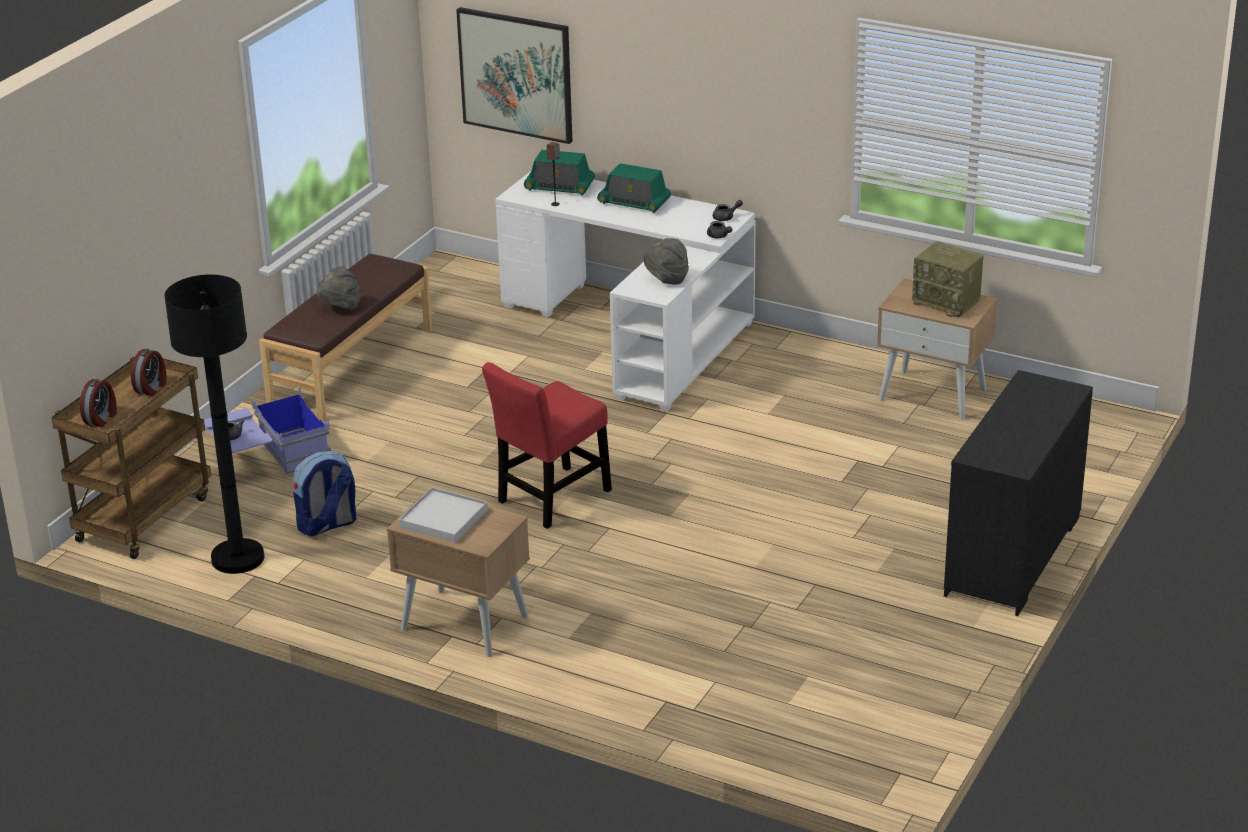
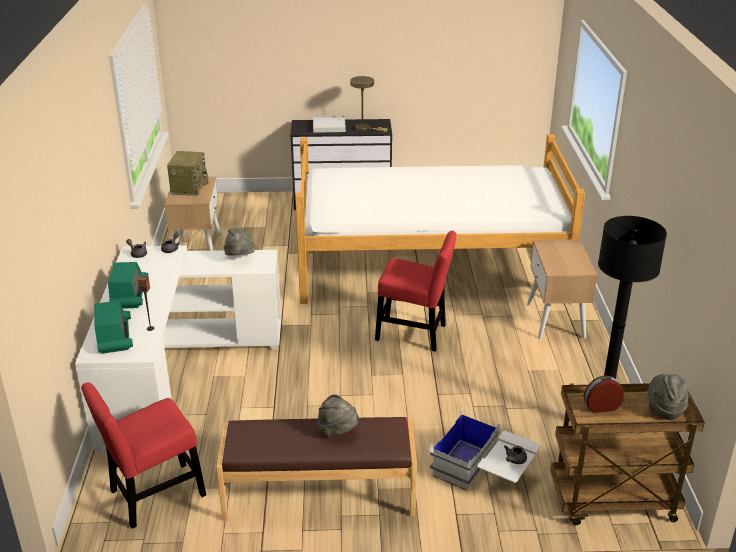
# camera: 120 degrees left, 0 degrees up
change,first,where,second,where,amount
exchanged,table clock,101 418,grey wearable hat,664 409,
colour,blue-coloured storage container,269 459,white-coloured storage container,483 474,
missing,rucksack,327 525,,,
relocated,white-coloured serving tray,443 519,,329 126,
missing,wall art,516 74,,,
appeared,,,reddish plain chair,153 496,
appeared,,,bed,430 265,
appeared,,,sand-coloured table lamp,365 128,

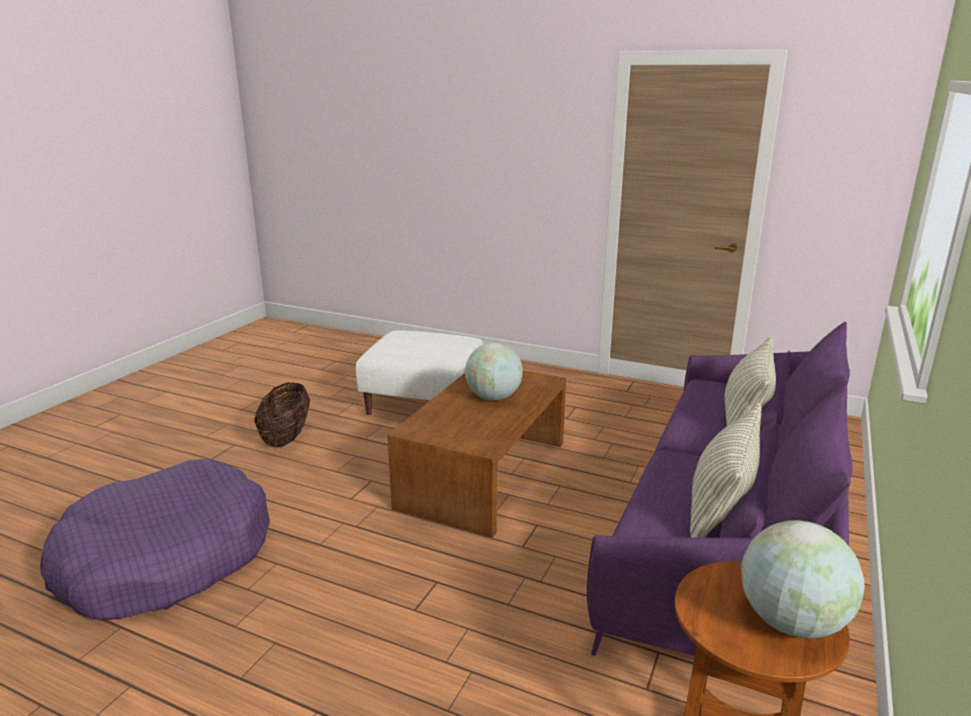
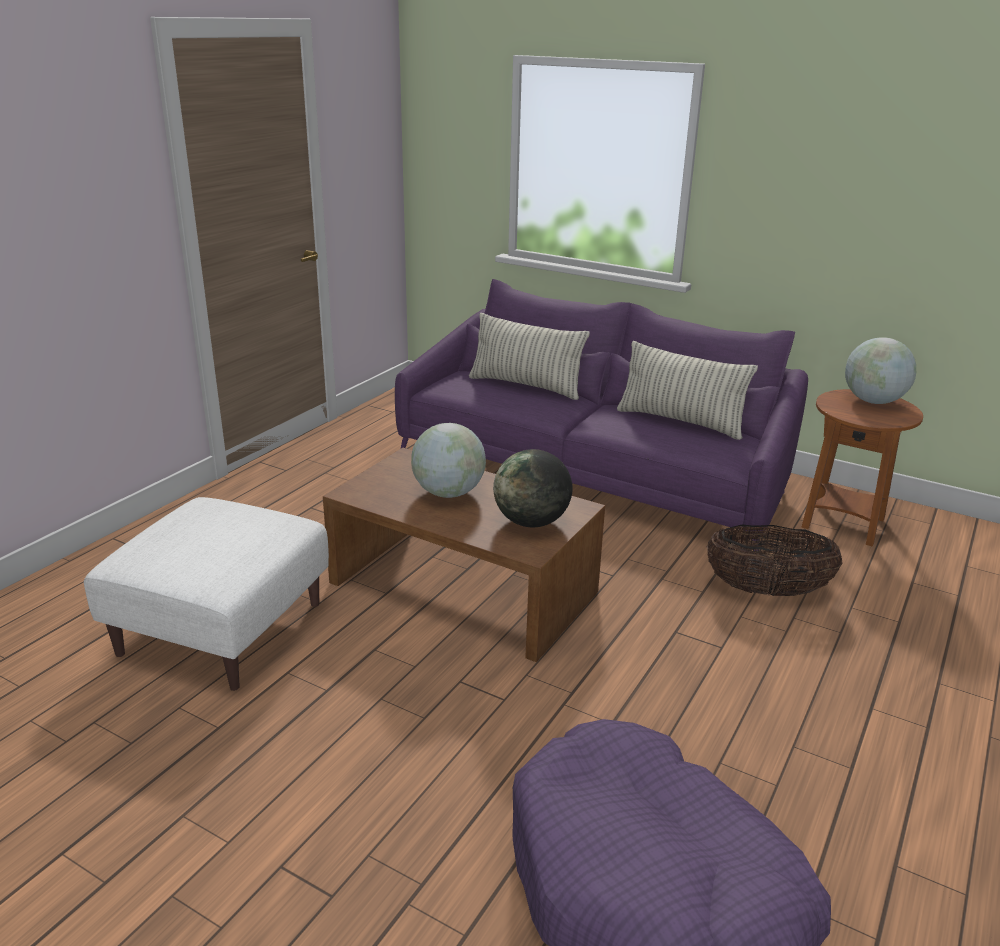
# camera: 85 degrees left, 5 degrees up
change,first,where,second,where,amount
relocated,storage basket,286 437,,766 590,
appeared,,,world globe,531 522,

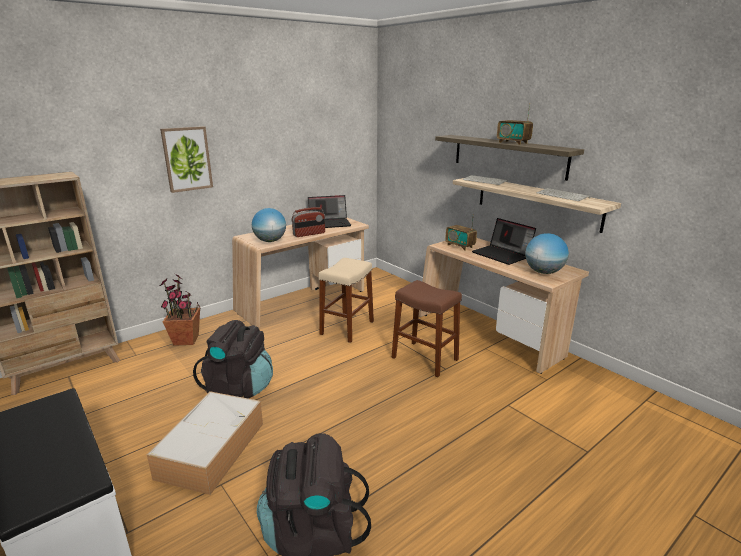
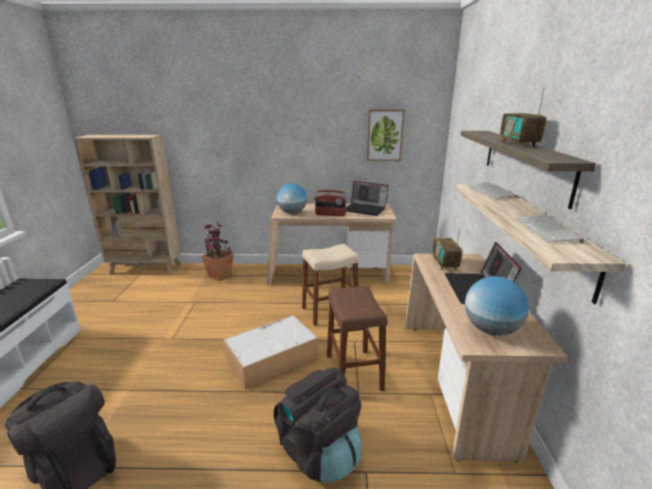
# camera: 40 degrees right, 0 degrees up
change,first,where,second,where,amount
relocated,storage container,212 448,,273 357,
relocated,wall art,187 159,,384 135,
relocated,black rucksack,239 387,,319 452,

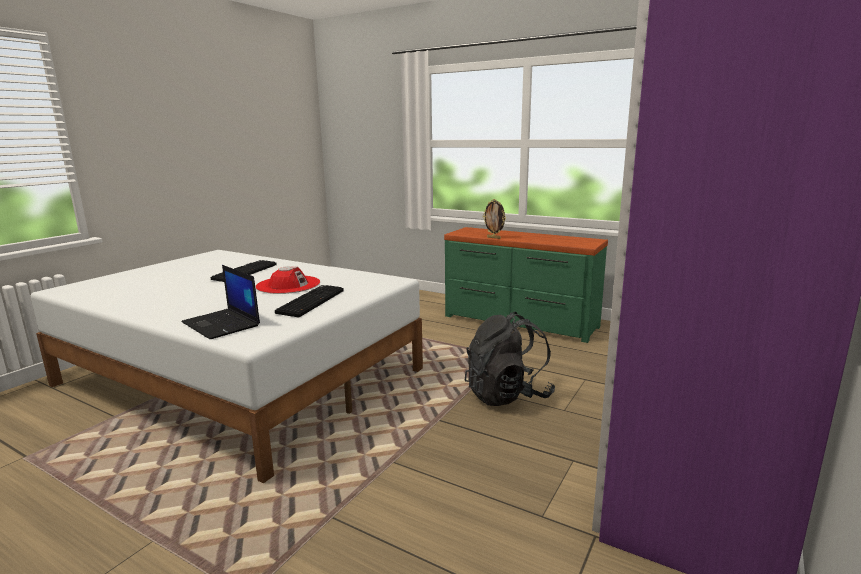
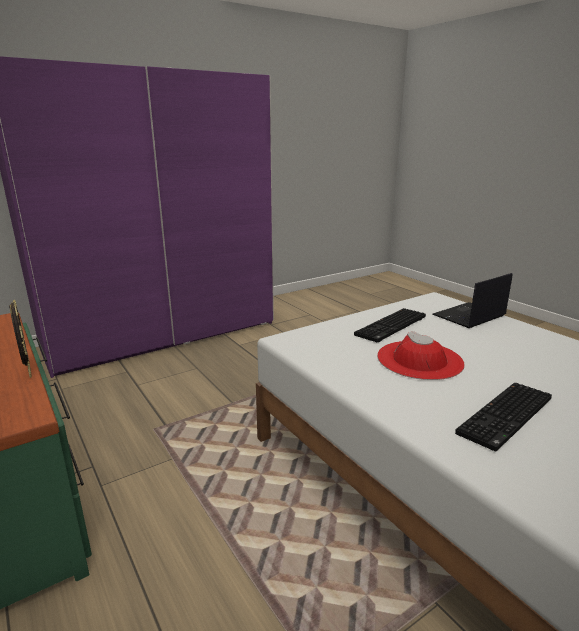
# camera: 155 degrees left, 5 degrees up
change,first,where,second,where,amount
spun,portable computer,222 324,,469 316,105 degrees counterclockwise
missing,black rucksack,507 395,,,

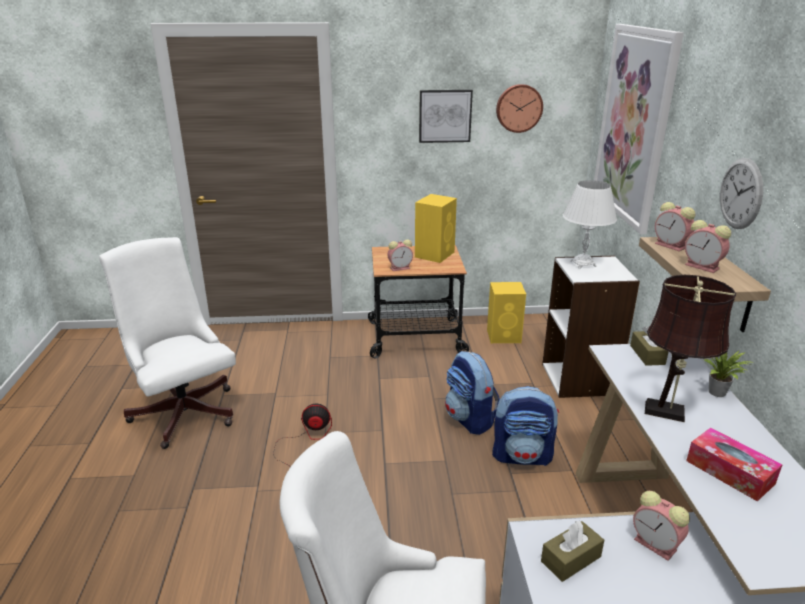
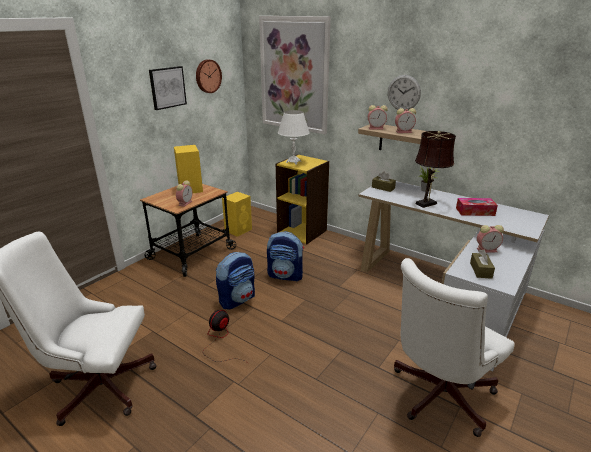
# camera: 50 degrees left, 0 degrees up
change,first,where,second,where,amount
relocated,rucksack,522 456,,237 299,
colour,white-coloured bookcase,579 379,yellow-coloured bookcase,302 232,

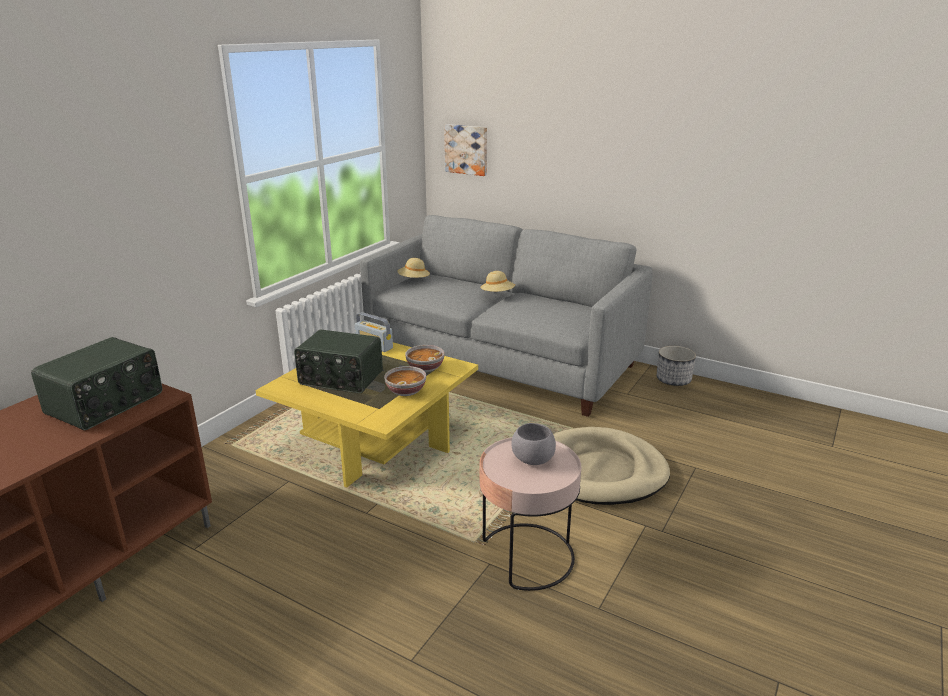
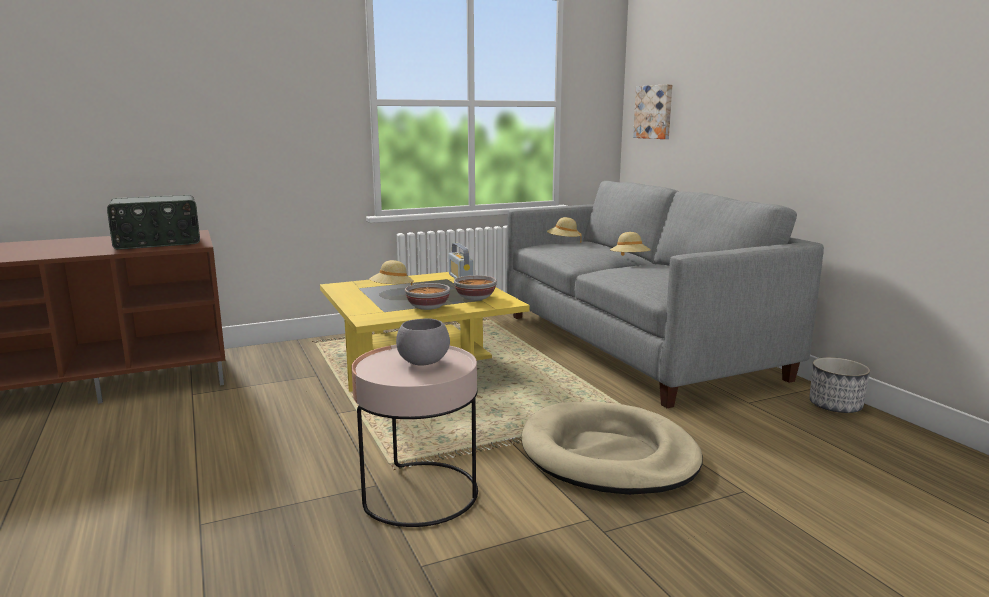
# camera: 35 degrees right, 10 degrees down
change,first,where,second,where,amount
exchanged,radio set,340 379,sand-coloured wearable hat,392 290,

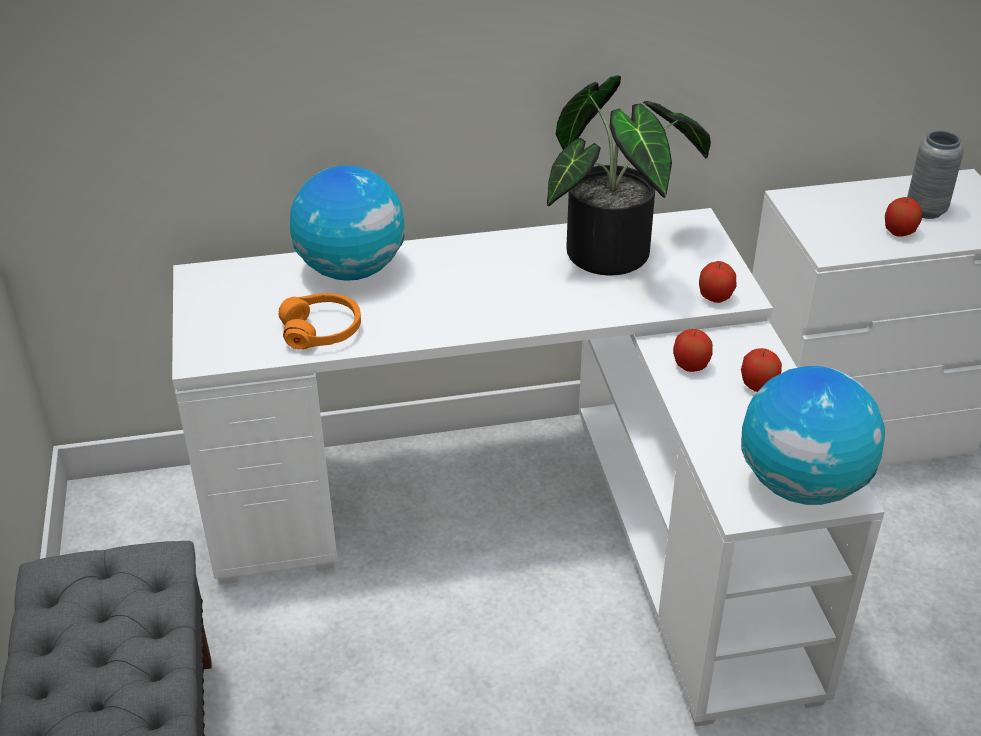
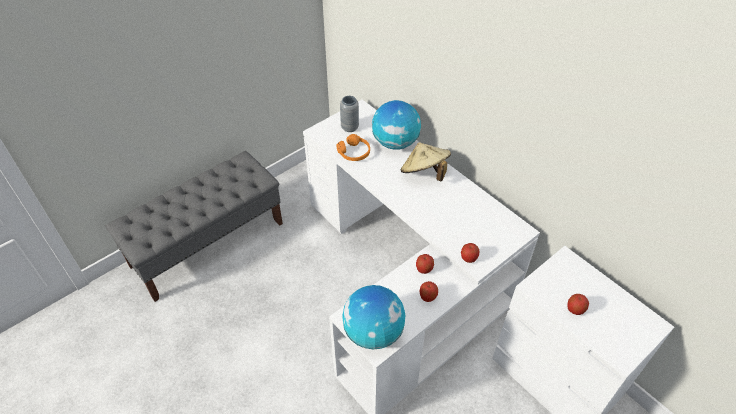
# camera: 60 degrees right, 10 degrees up
change,first,where,second,where,amount
missing,houseplant,618 254,,,
relocated,grey flower vase,926 210,,349 127,
appeared,,,sand-coloured wearable hat,424 173,

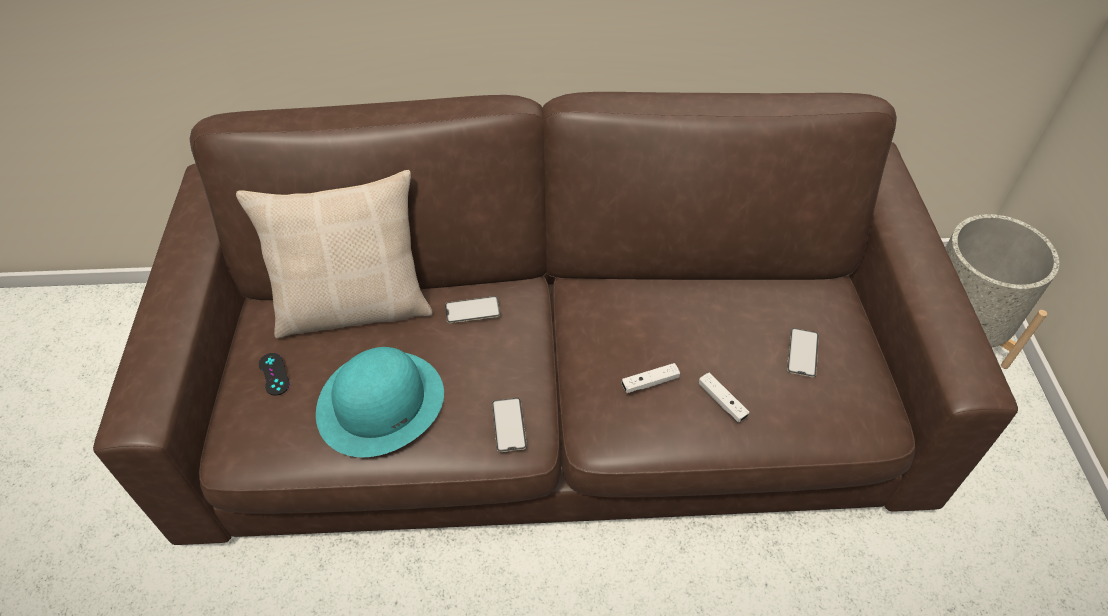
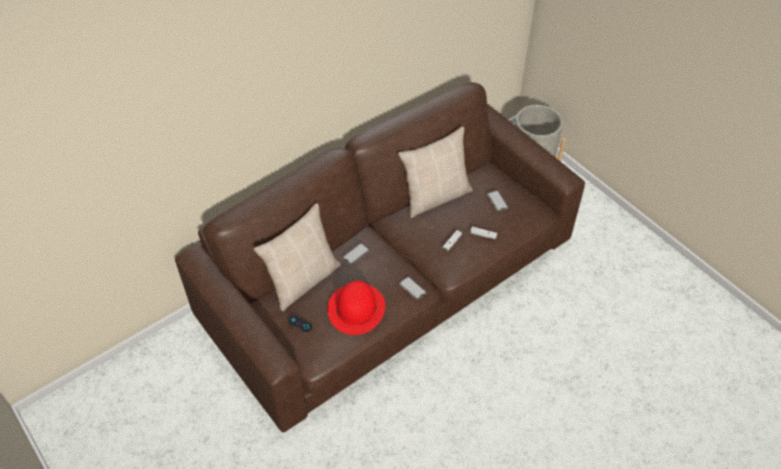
# camera: 35 degrees left, 0 degrees up
change,first,where,second,where,amount
colour,blue-green wearable hat,381 402,reddish wearable hat,356 308,
appeared,,,sand-coloured pillow,435 196,

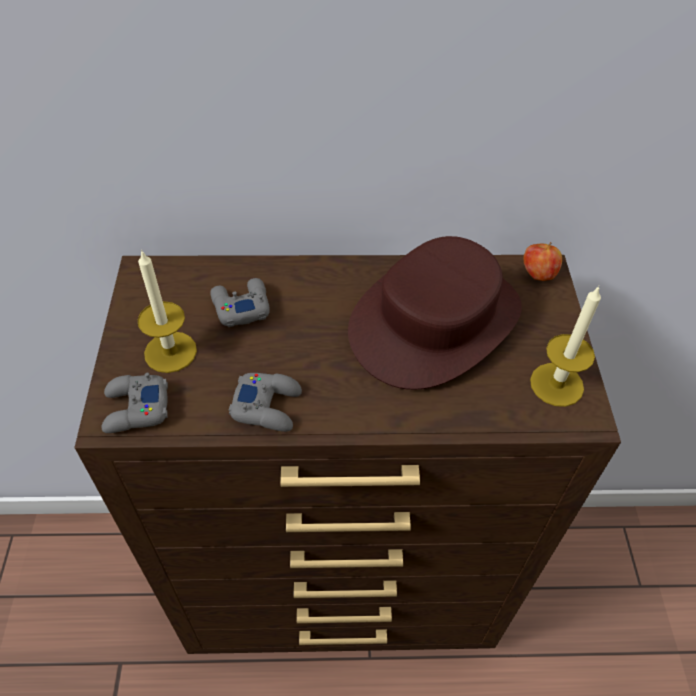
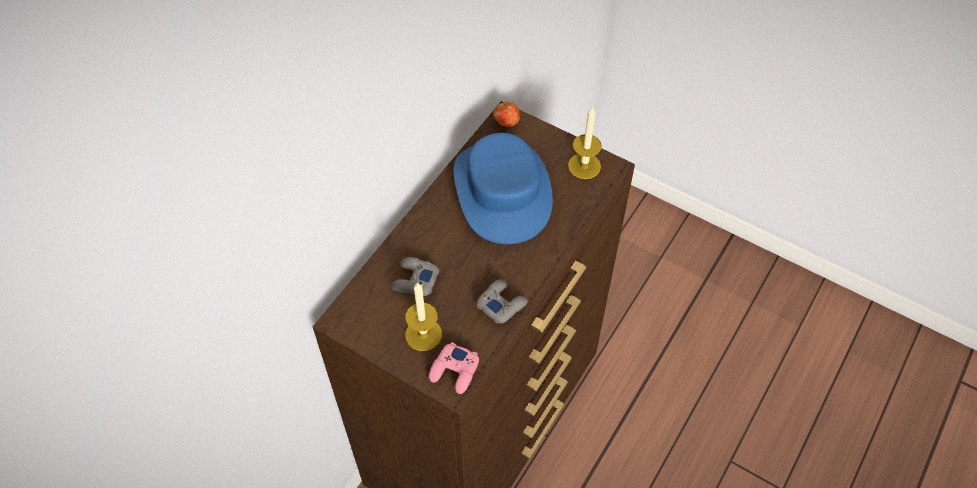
# camera: 55 degrees left, 5 degrees up
change,first,where,second,where,amount
colour,grey joypad,135 409,pinkish joypad,455 371,
colour,brownish wearable hat,435 322,blue-coloured wearable hat,502 191,

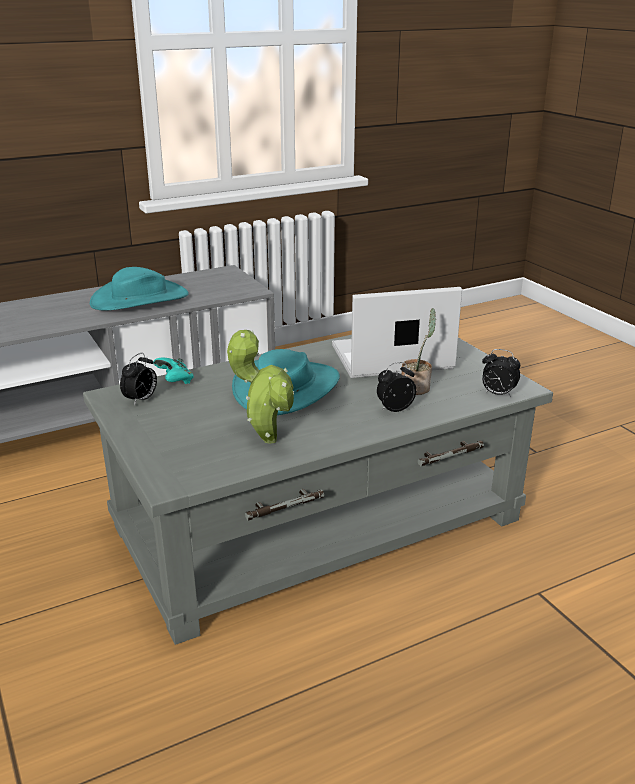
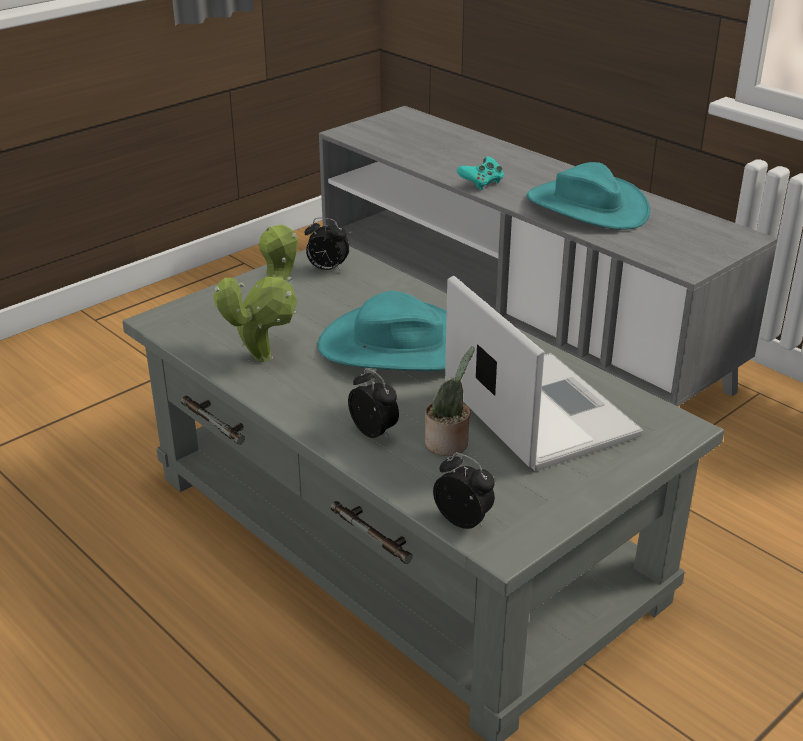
# camera: 75 degrees right, 5 degrees up
change,first,where,second,where,amount
relocated,blue-green joypad,175 381,,481 183,
spun,table clock,497 394,,464 521,120 degrees clockwise

